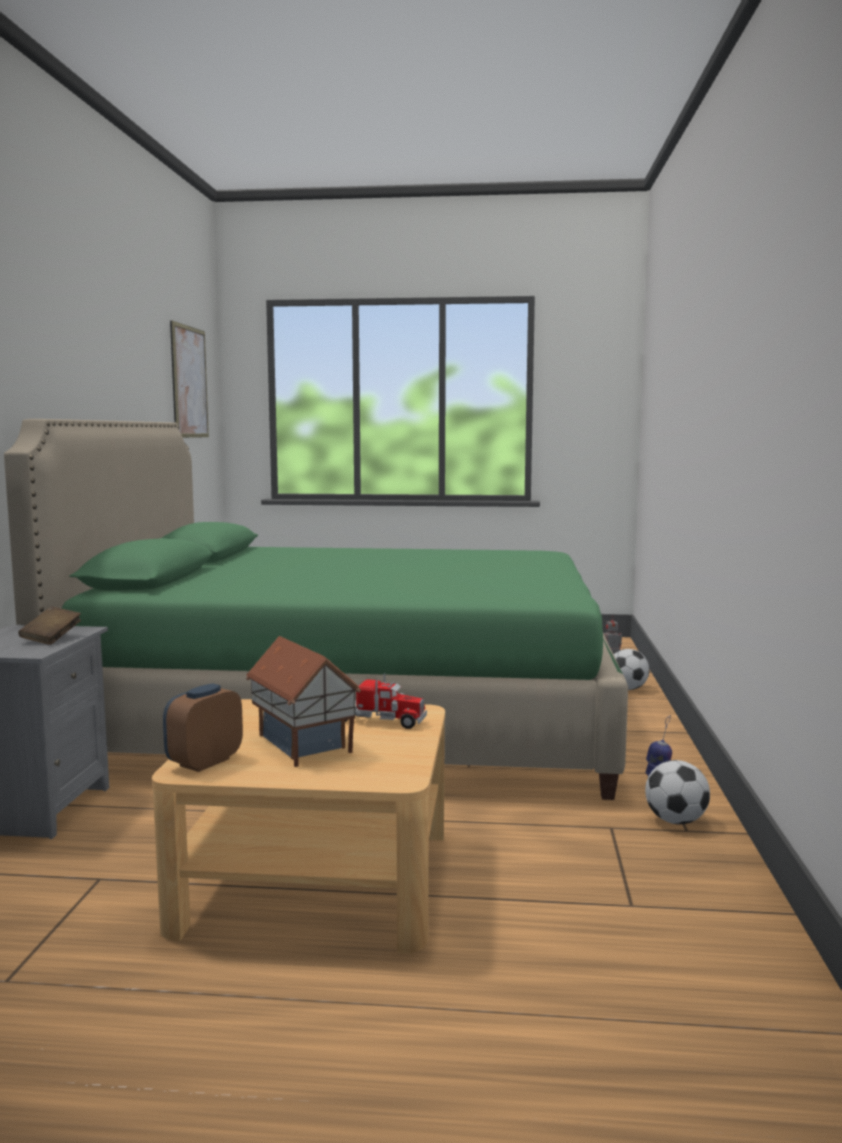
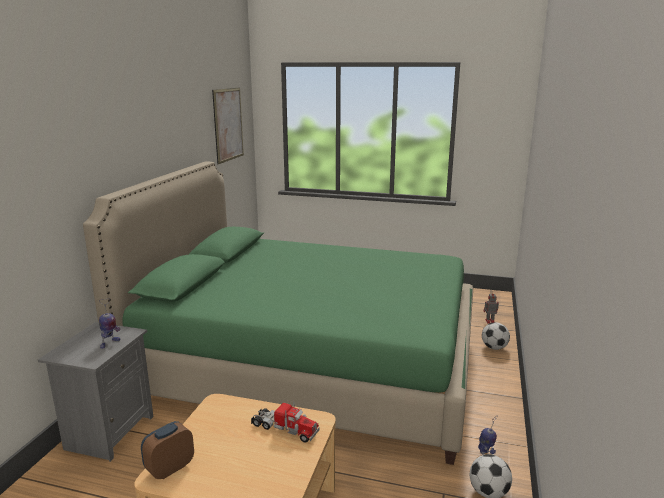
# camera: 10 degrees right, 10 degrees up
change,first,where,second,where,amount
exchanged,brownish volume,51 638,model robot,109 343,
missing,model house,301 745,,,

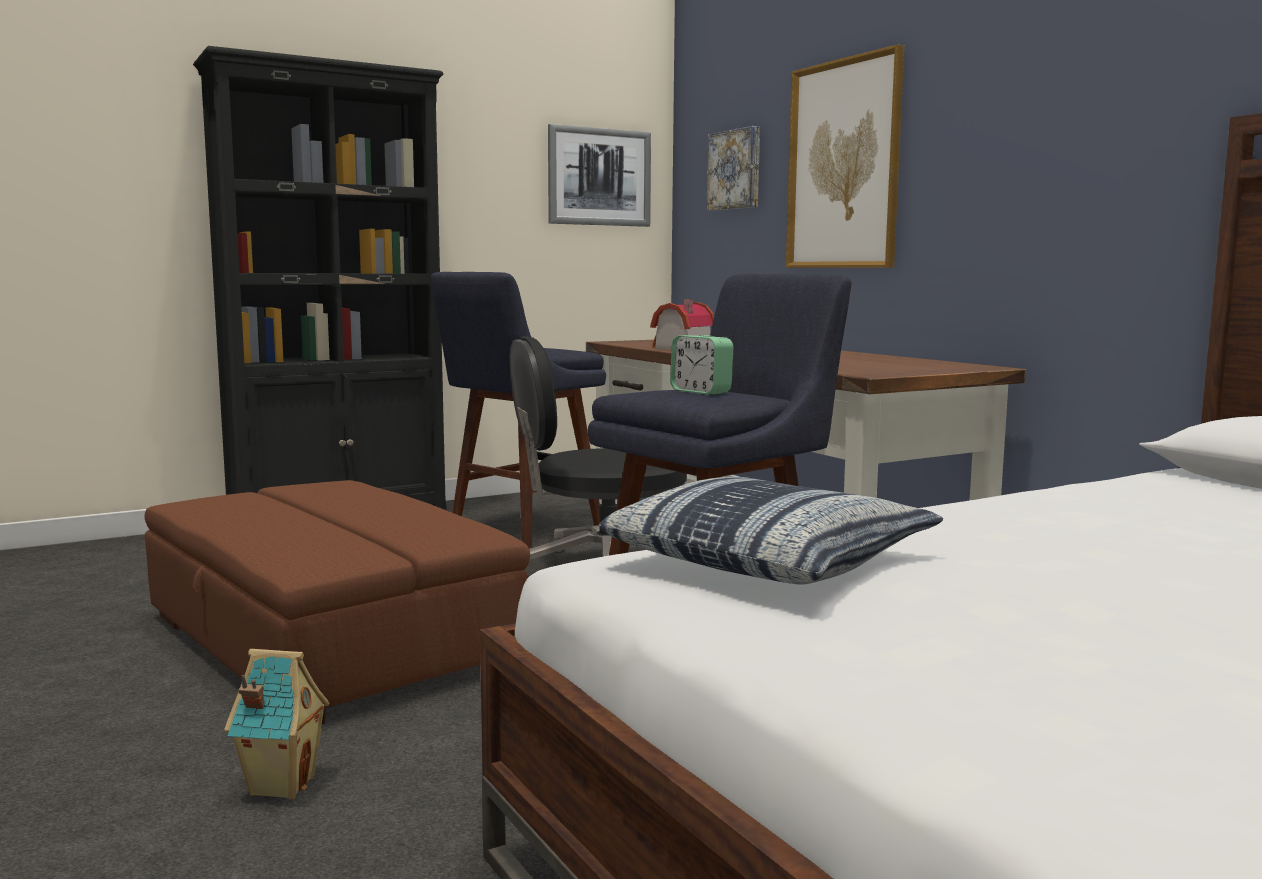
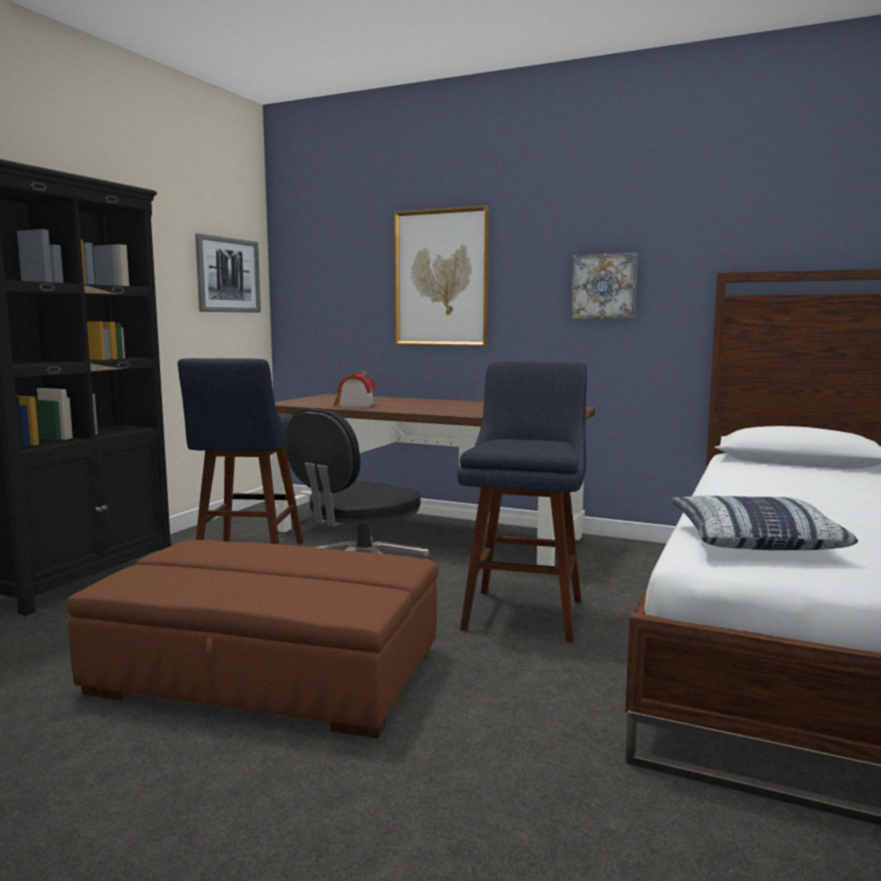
# camera: 35 degrees left, 0 degrees up
change,first,where,second,where,amount
missing,model house,280 785,,,
missing,table clock,701 392,,,
relocated,wall art,736 170,,604 286,

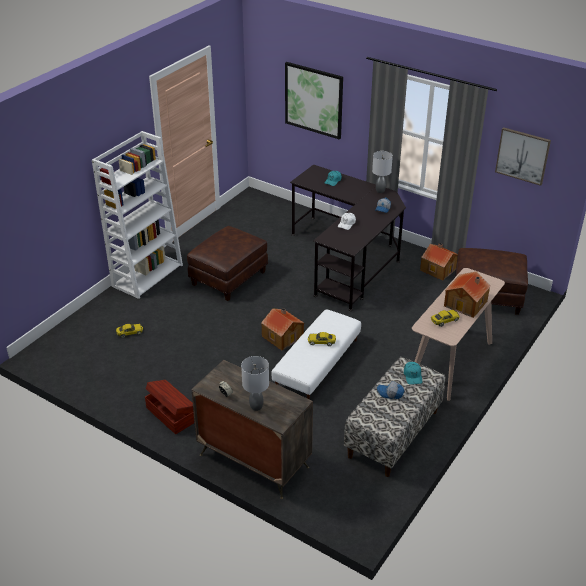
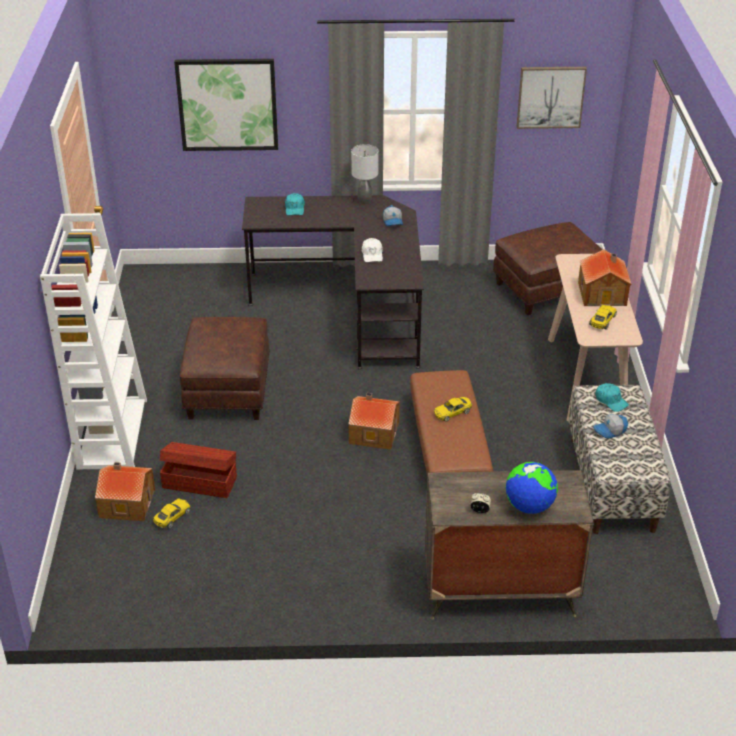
# camera: 35 degrees left, 0 degrees up
change,first,where,second,where,amount
relocated,brownish storage container,170 414,,199 481,
exchanged,grey table lamp,256 406,world globe,529 506,
colour,white-coloured ottoman,317 364,brownish ottoman,449 446,
relocated,model house,438 268,,126 502,

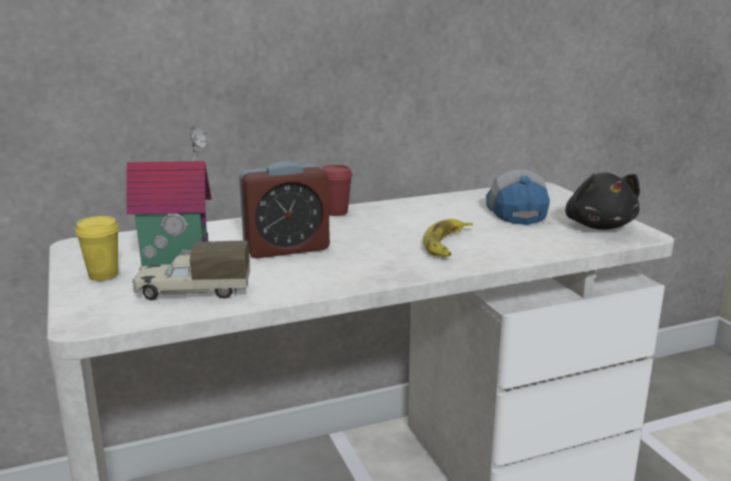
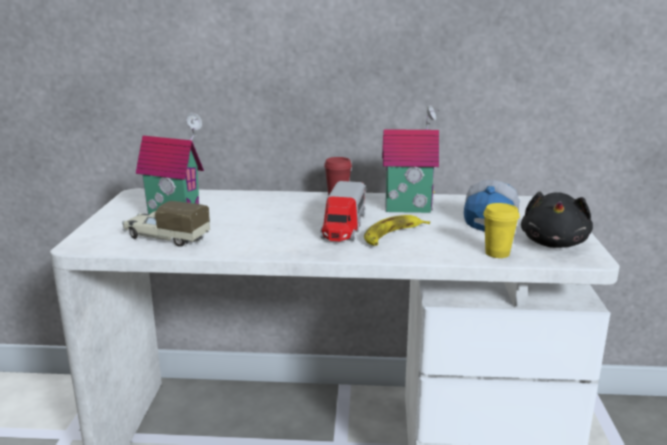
# camera: 25 degrees right, 0 degrees up
change,first,where,second,where,amount
relocated,yellow-coloured cup,103 275,,497 253,
missing,table clock,286 248,,,
appeared,,,toy truck,343 227,
appeared,,,model house,408 208,

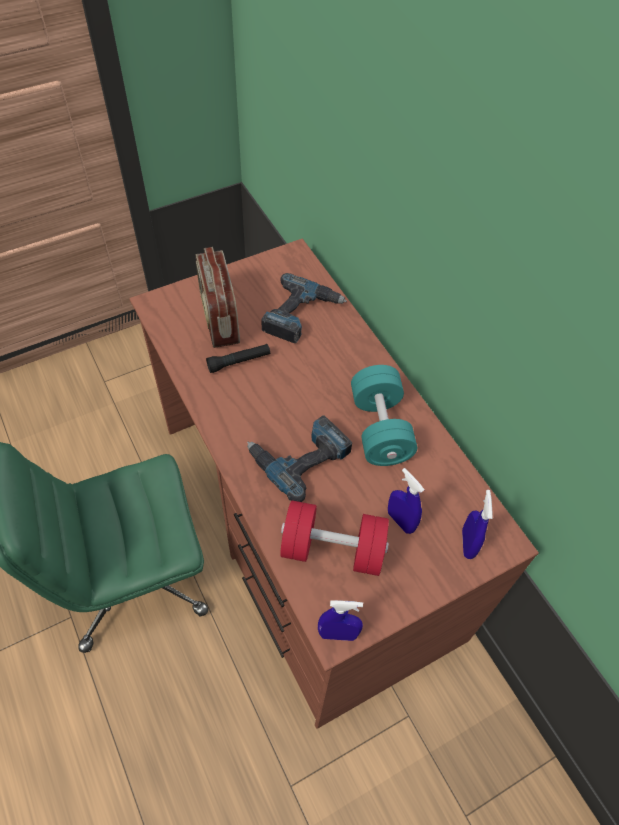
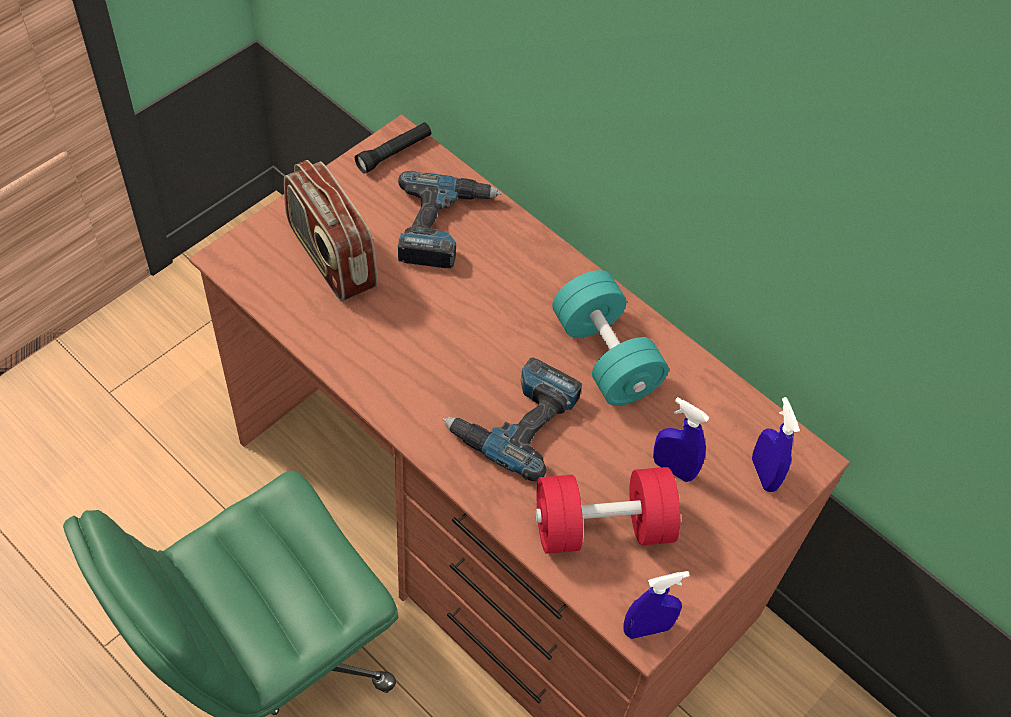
# camera: 20 degrees left, 0 degrees up
change,first,where,second,where,amount
relocated,black torch,239 362,,394 153,

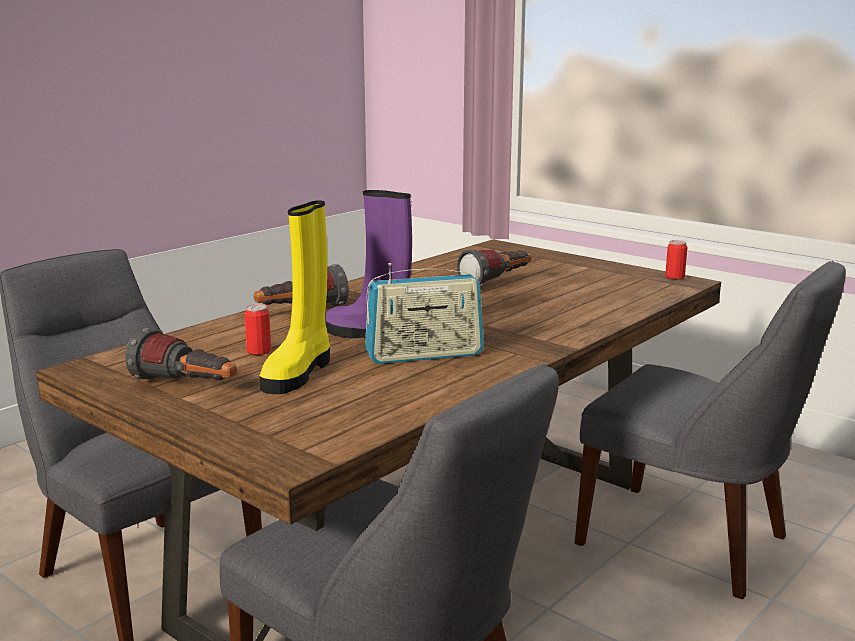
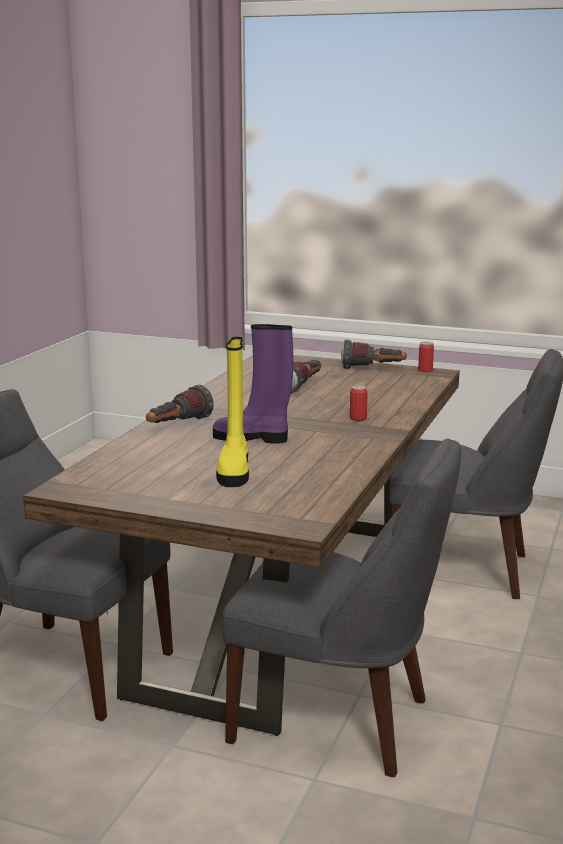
# camera: 20 degrees left, 0 degrees up
change,first,where,second,where,amount
relocated,torch,187 387,,373 369,
relocated,metal can,259 351,,358 418,
missing,radio set,424 355,,,

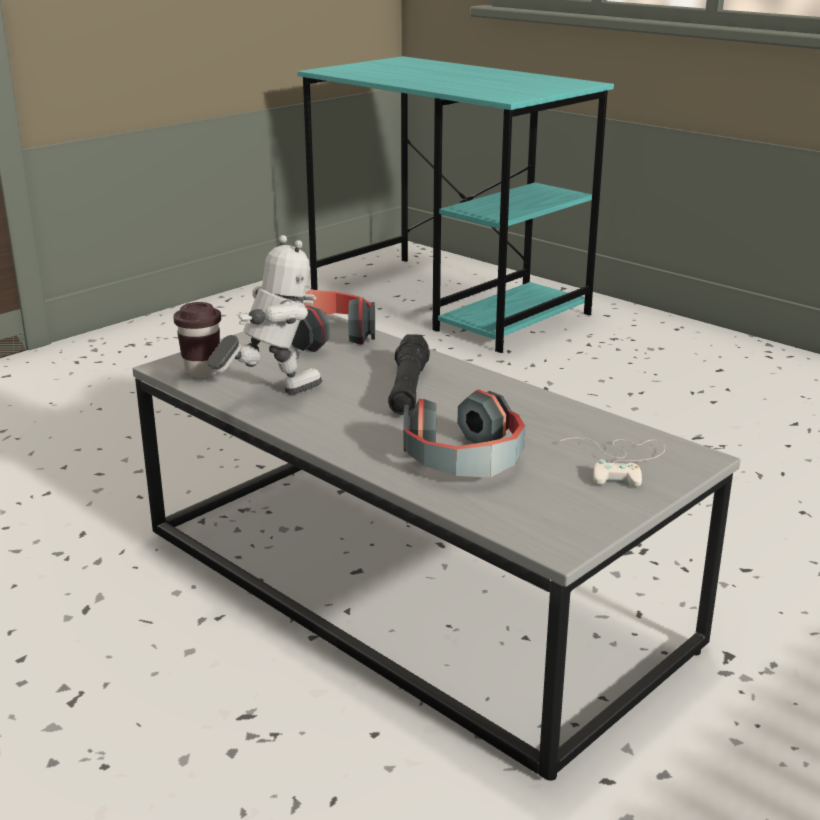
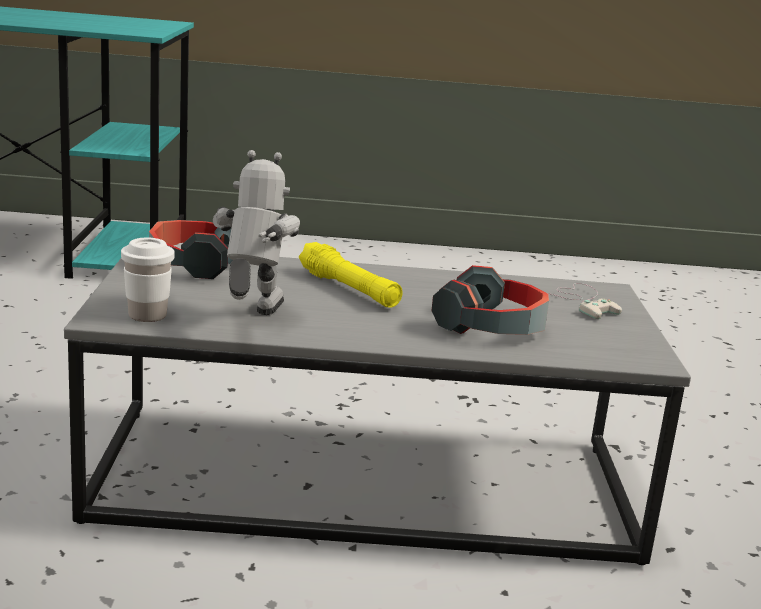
# camera: 45 degrees left, 5 degrees down
change,first,where,second,where,amount
colour,brownish cup,202 372,white-coloured cup,147 316,
colour,black torch,408 388,yellow-coloured torch,349 289,

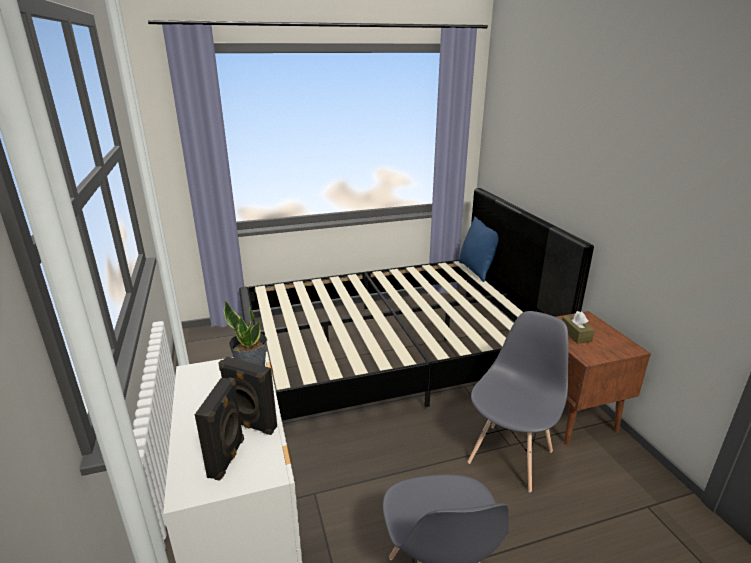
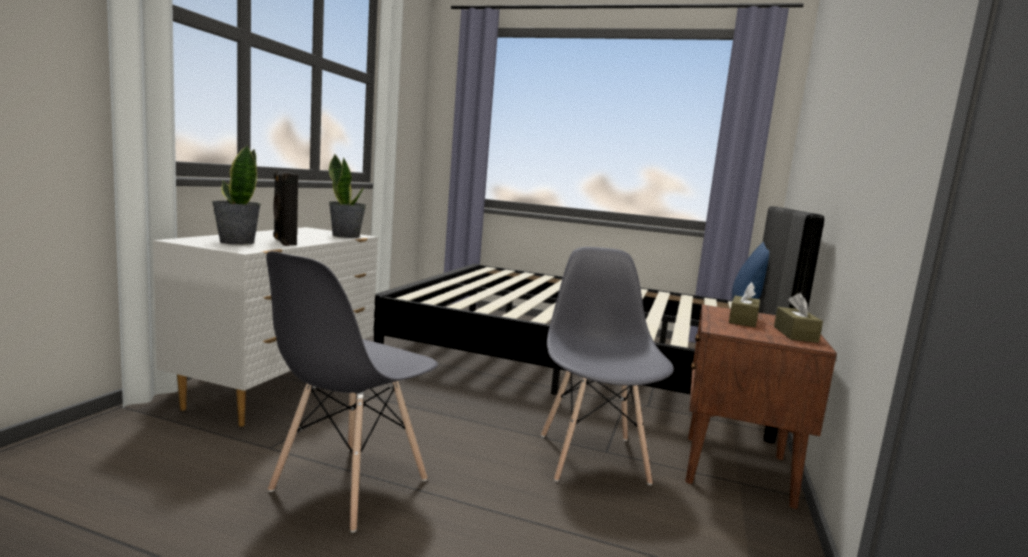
# camera: 35 degrees right, 15 degrees down
change,first,where,second,where,amount
exchanged,black loudspeaker,228 458,houseplant,236 242,
spun,grey plain chair,510 456,,593 457,75 degrees counterclockwise
appeared,,,brownish tissue box,795 334,

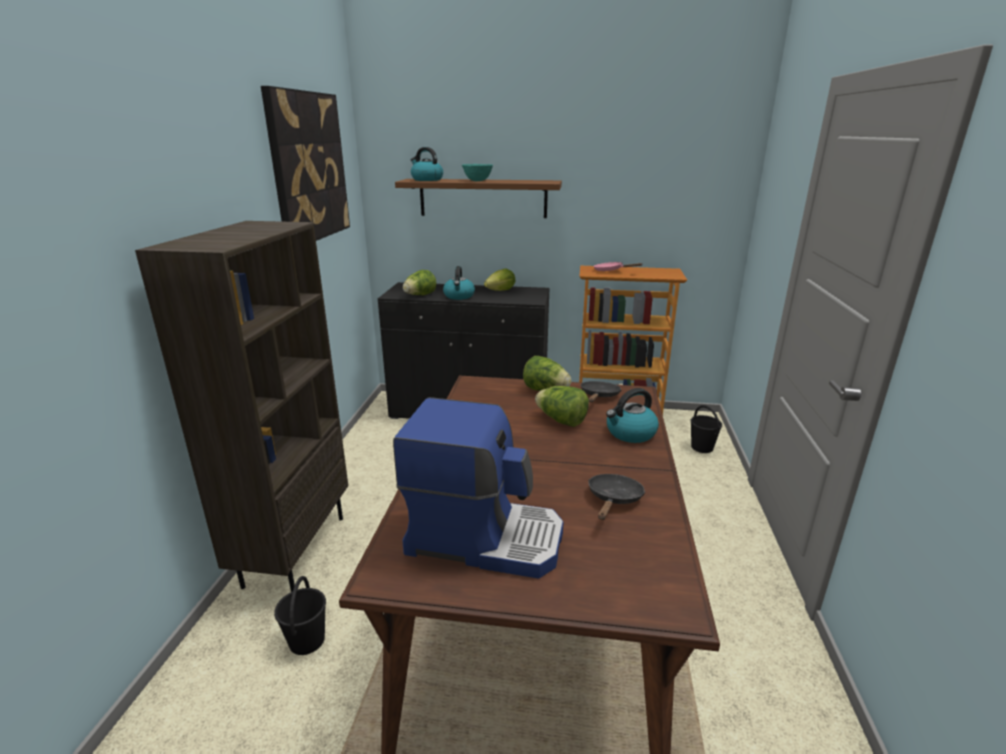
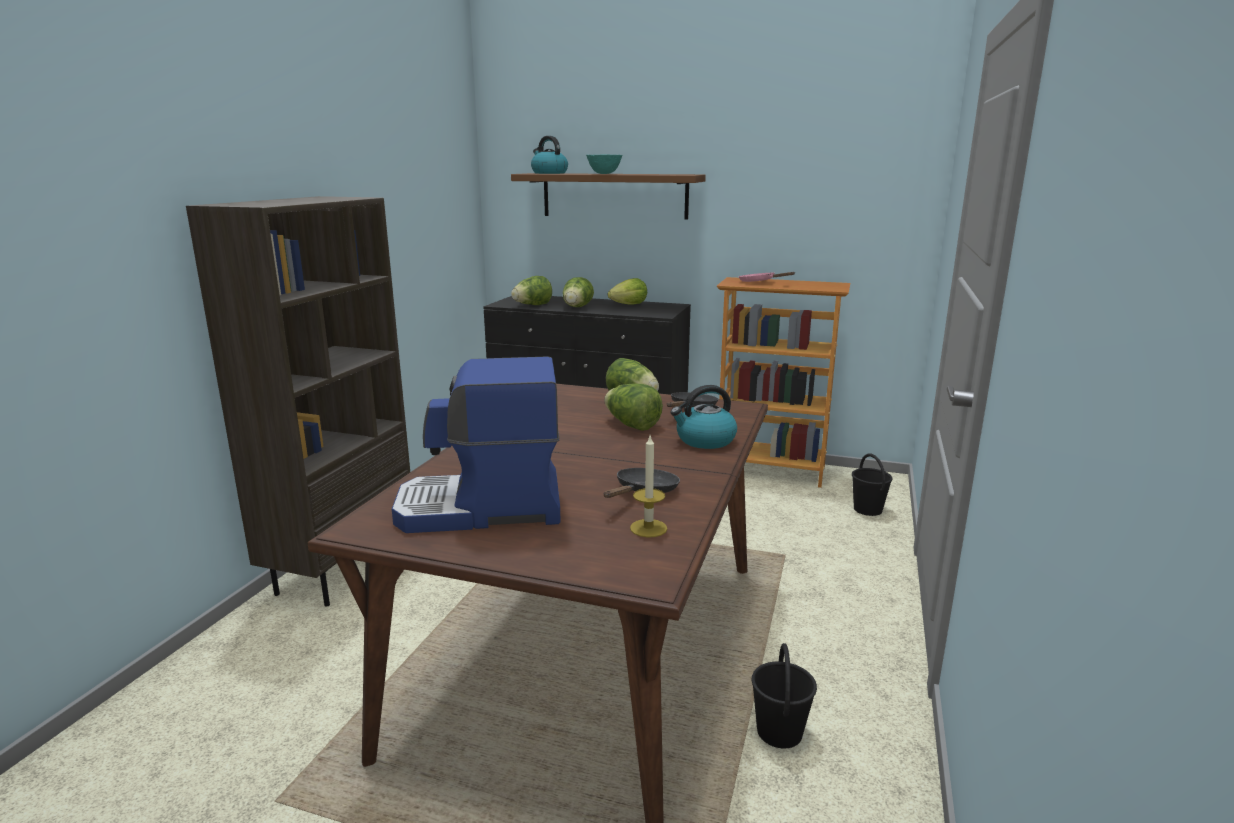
# camera: 10 degrees right, 5 degrees down
change,first,where,second,where,amount
missing,wall art,308 167,,,
relocated,black bucket,307 641,,779 732,
spun,coffee machine,485 537,,482 509,150 degrees clockwise
exchanged,water kettle,459 296,lettuce head,577 308,
appeared,,,wax candle,648 528,

